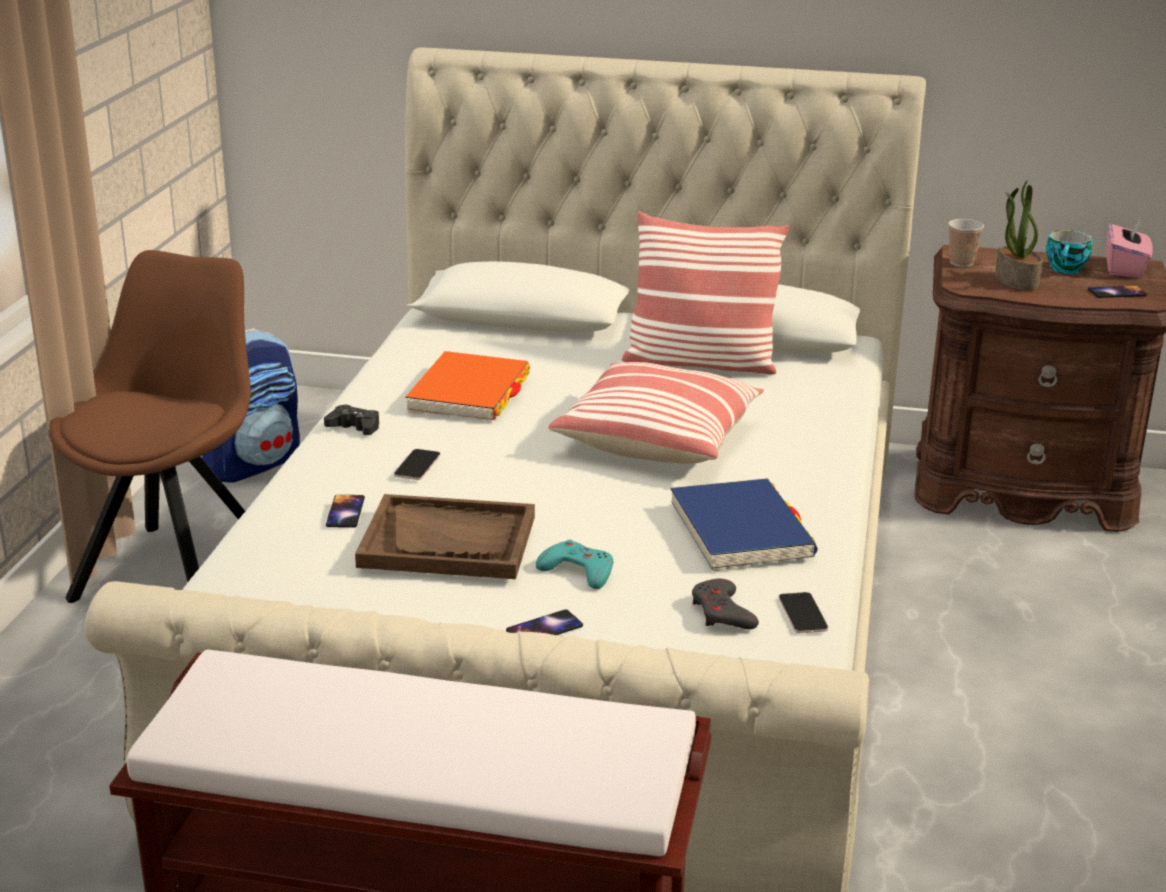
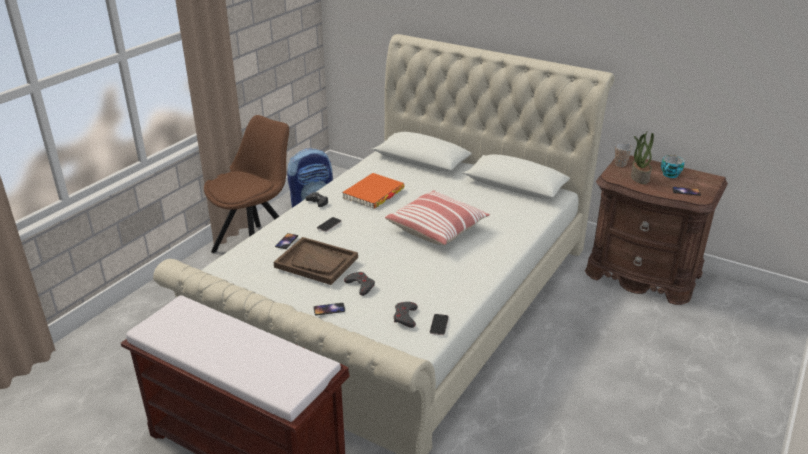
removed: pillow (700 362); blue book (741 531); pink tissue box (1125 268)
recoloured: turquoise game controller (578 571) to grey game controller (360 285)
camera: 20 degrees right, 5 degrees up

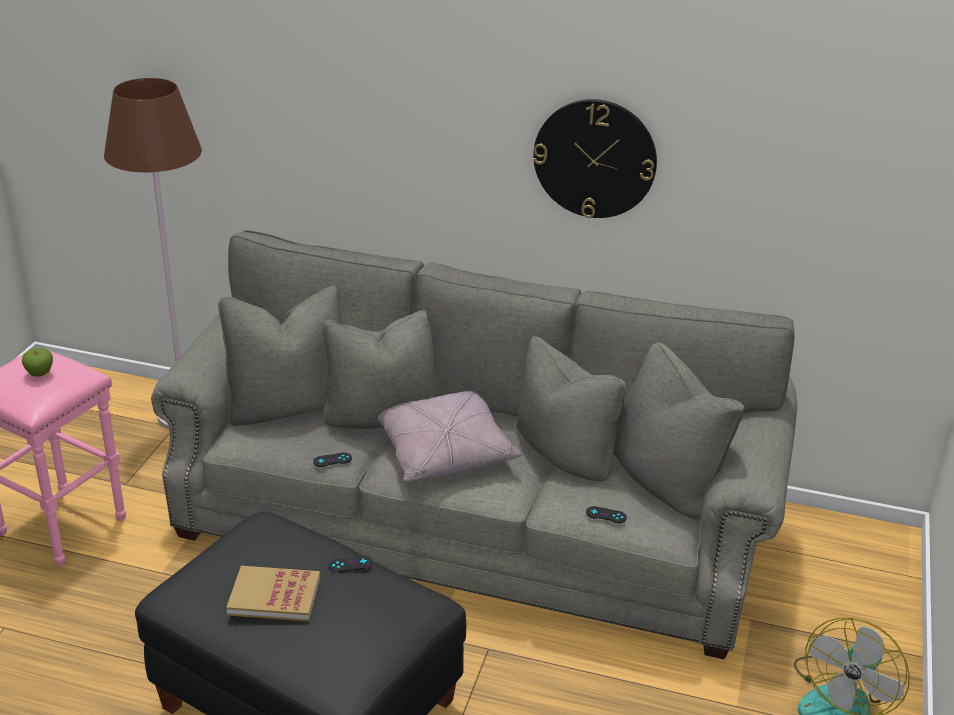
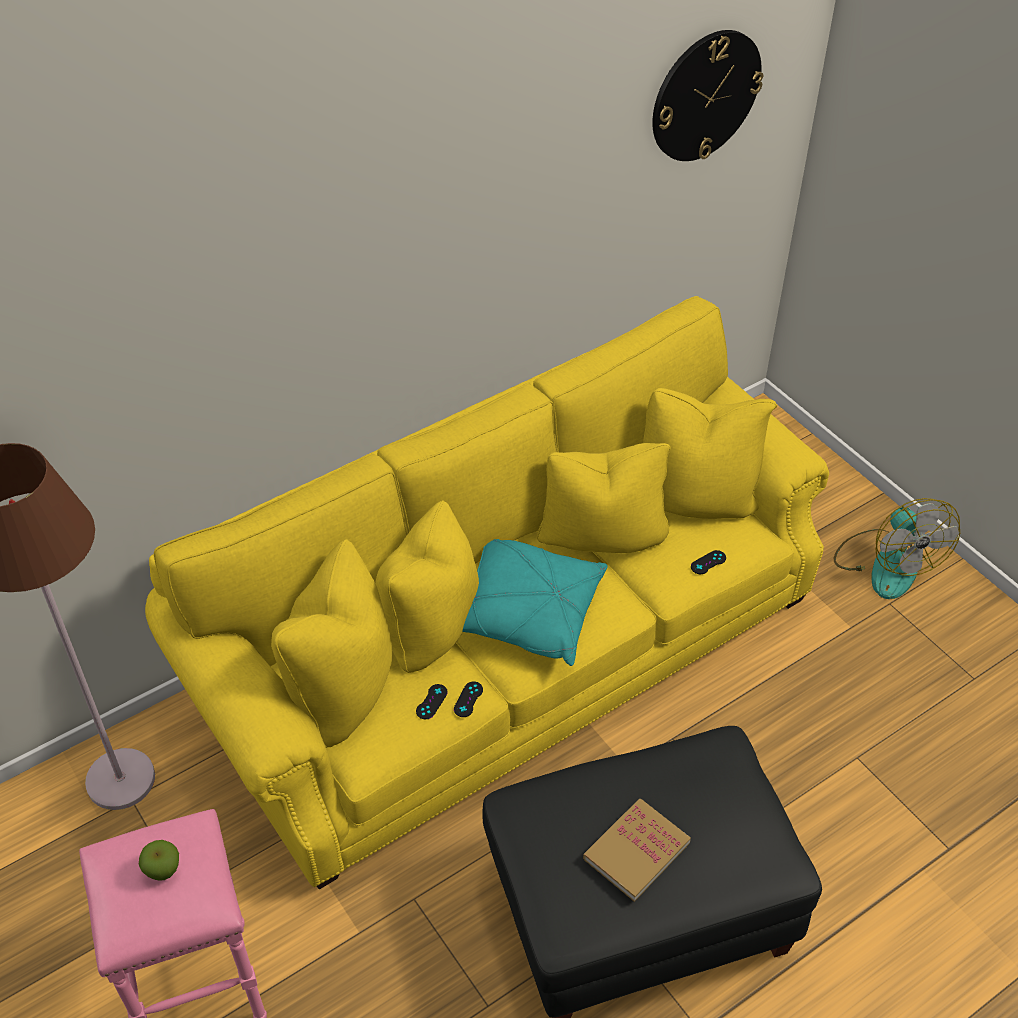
moved: black game controller (350 564) to (431 702); wall clock (595 158) to (705 96)
recoloured: grey sofa (473 520) to yellow sofa (508 648); purple pillow (443 451) to turquoise pillow (527 613)
camera: 50 degrees left, 15 degrees up

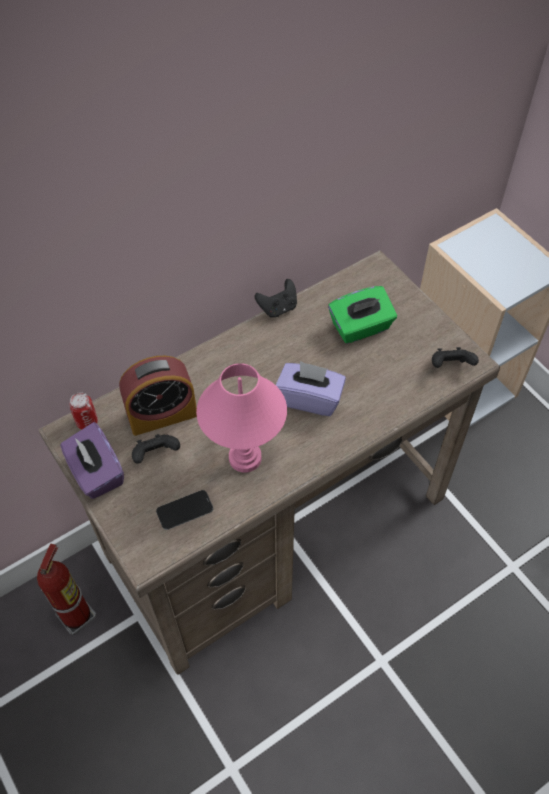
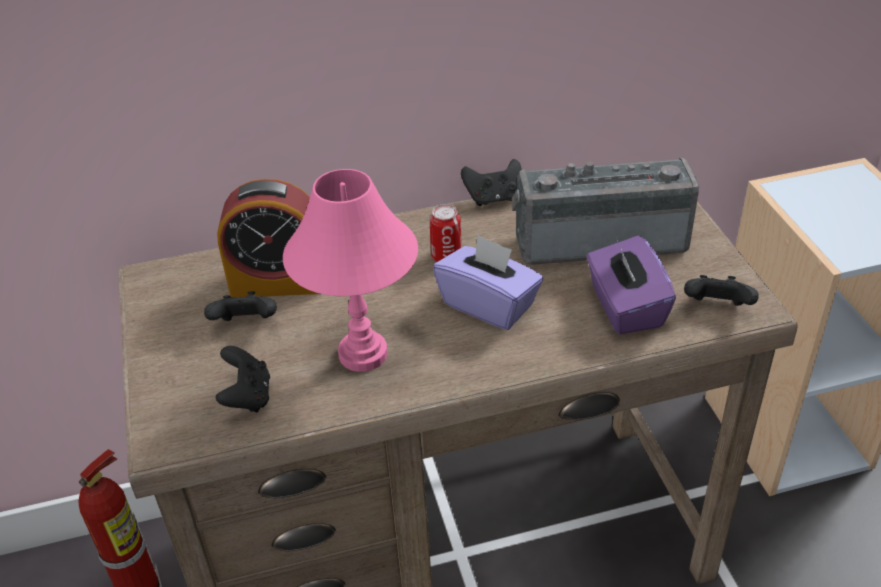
moved: purple tissue box (96 473) to (625 307); can (87 422) to (446 256)
replaced: phone (185 510) to black game controller (247 397); green tissue box (361 327) to radio (600 239)
camera: 20 degrees right, 15 degrees down

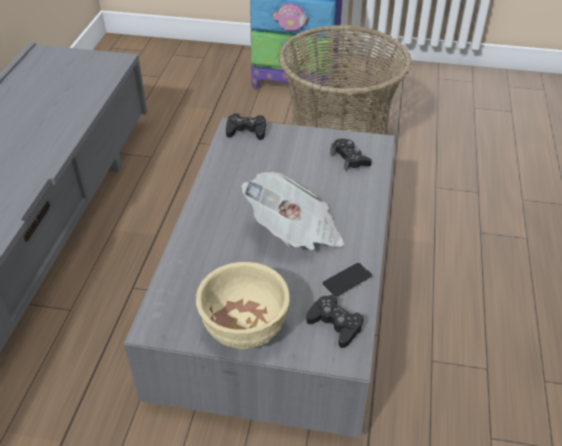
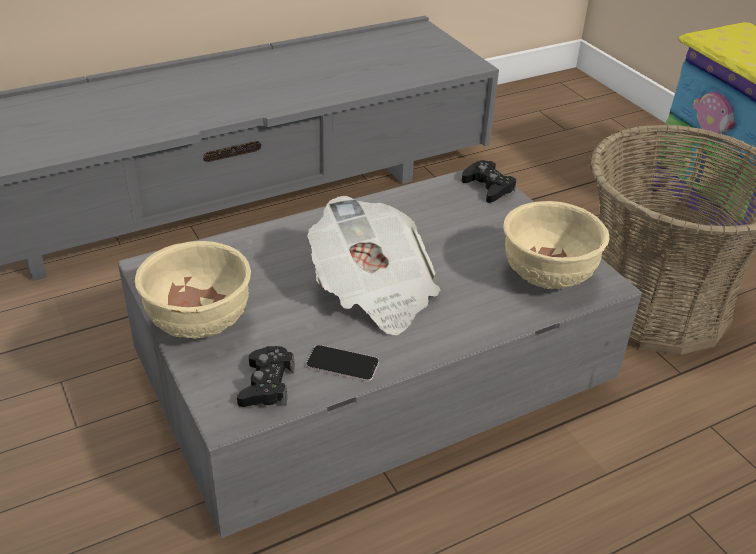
replaced: black game controller (350 159) to beige bowl (546 276)
camera: 50 degrees right, 5 degrees down

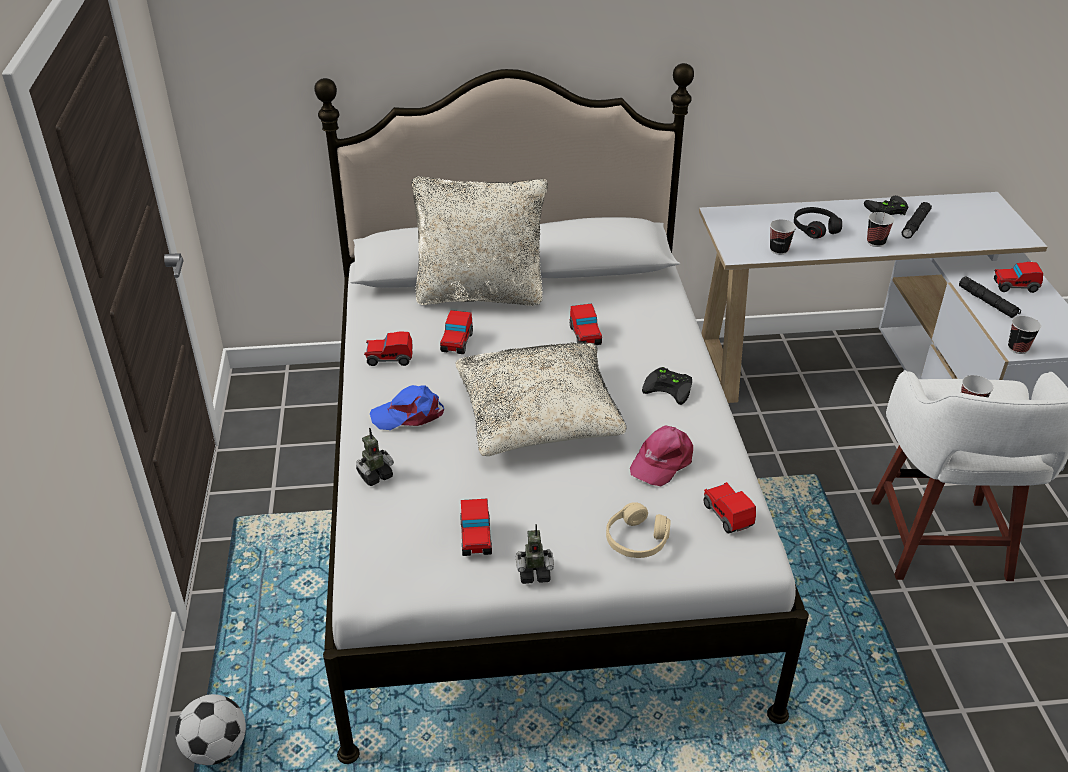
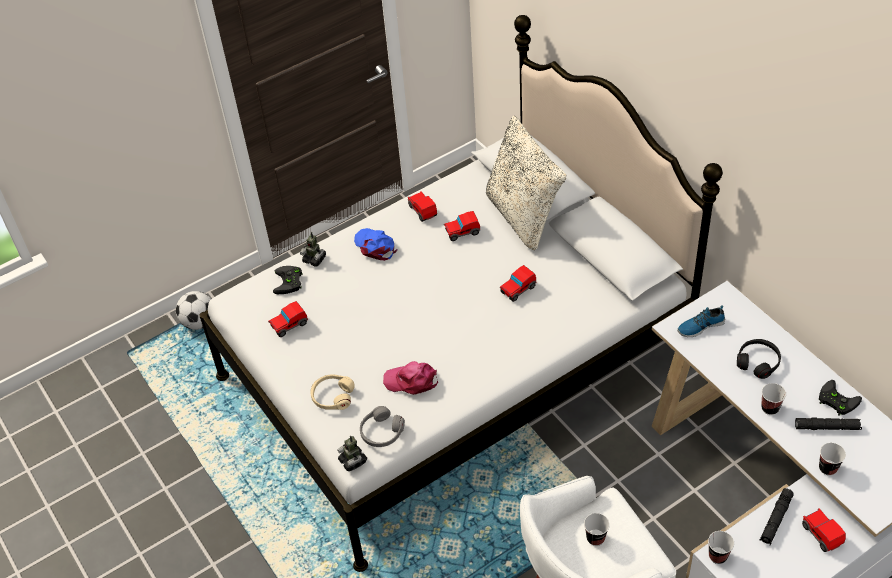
removed: beige pillow (540 414)
added: shoe (700 326)
moved: toy robot (534 573) to (353 461); black game controller (670 388) to (289 282); cup (779 250) to (827 468)
replaced: toy car (727 515) to grey headphones (381 432)
camera: 65 degrees right, 10 degrees up

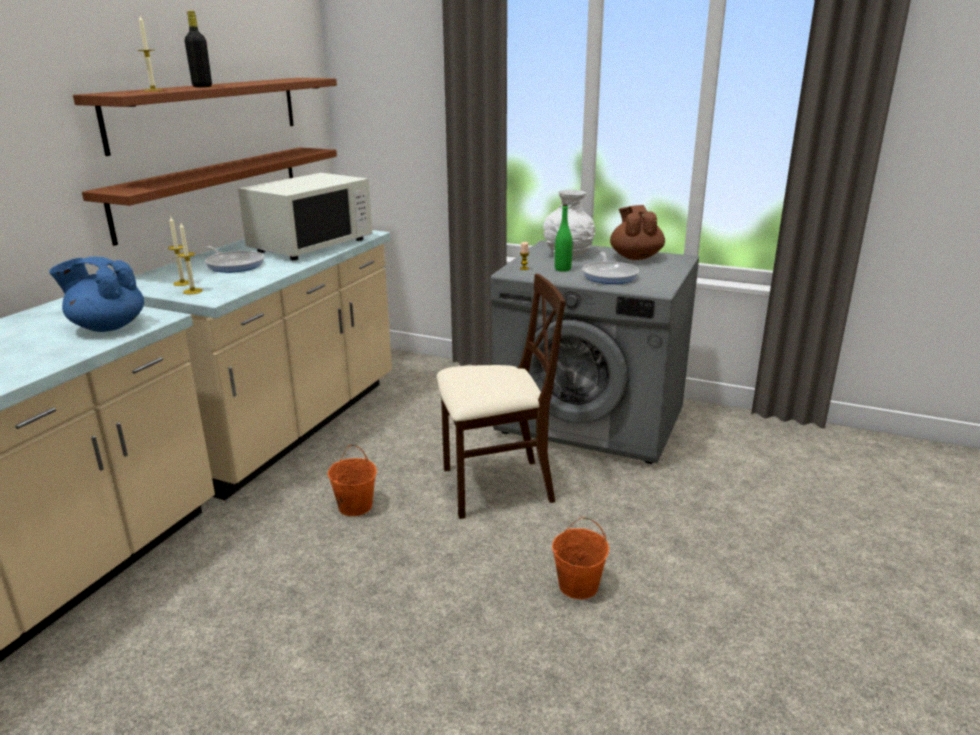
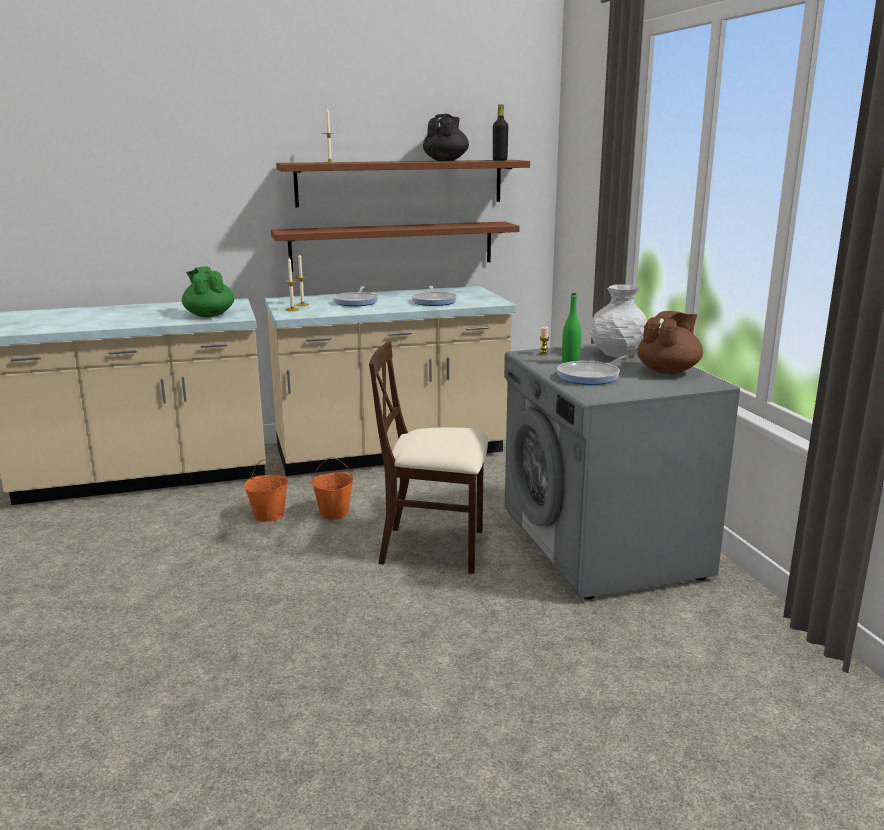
added: black teapot (446 160)
moved: black bottle (202 86) to (500 160); orange bucket (578 585) to (269 515)
replaced: white microwave (311 245) to frying pan (434 301)
recoloured: blue teapot (107 327) to green teapot (209 315)
turned: beige chair (495 486) = (434 548) 150 degrees clockwise
camera: 50 degrees right, 5 degrees down

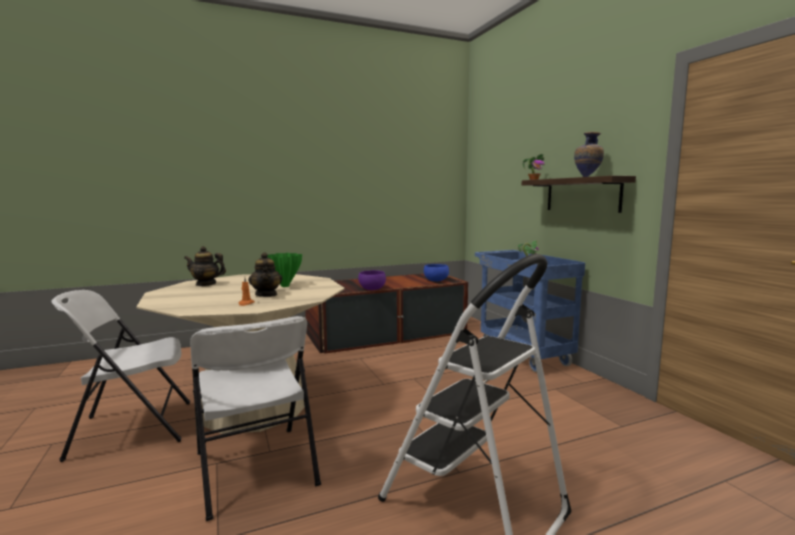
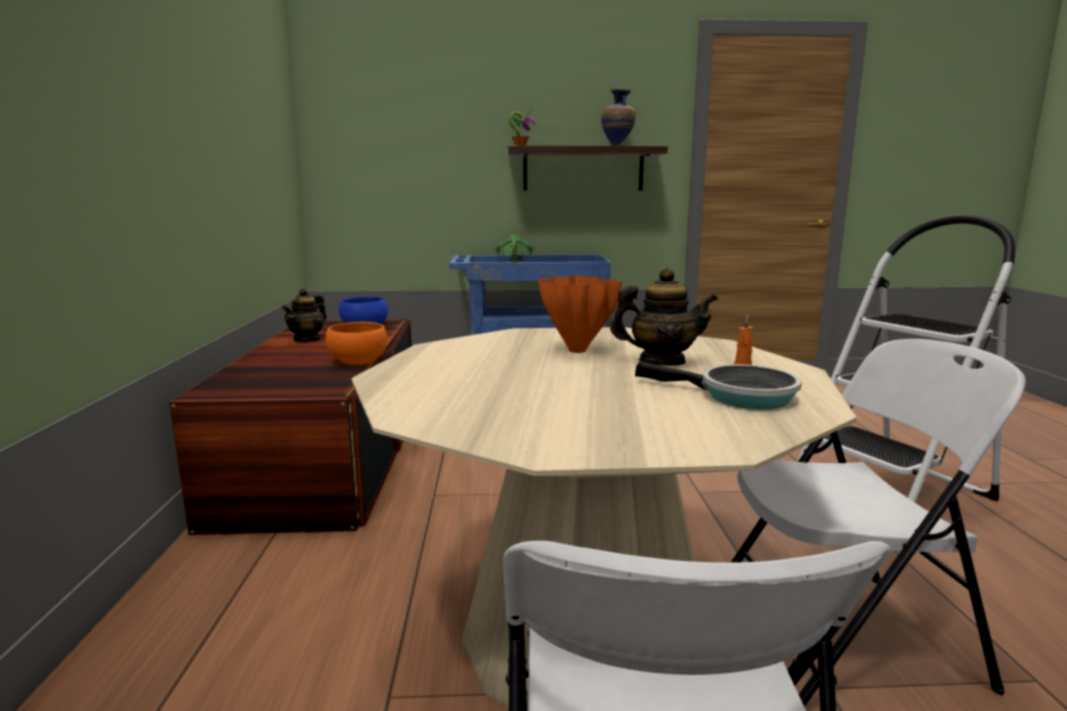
added: frying pan (739 396)
moved: teapot (206 284) to (307 339)
recoloured: green vase (285 286) to orange vase (575 350); purple bowl (372 288) to orange bowl (358 361)
camera: 70 degrees left, 5 degrees up

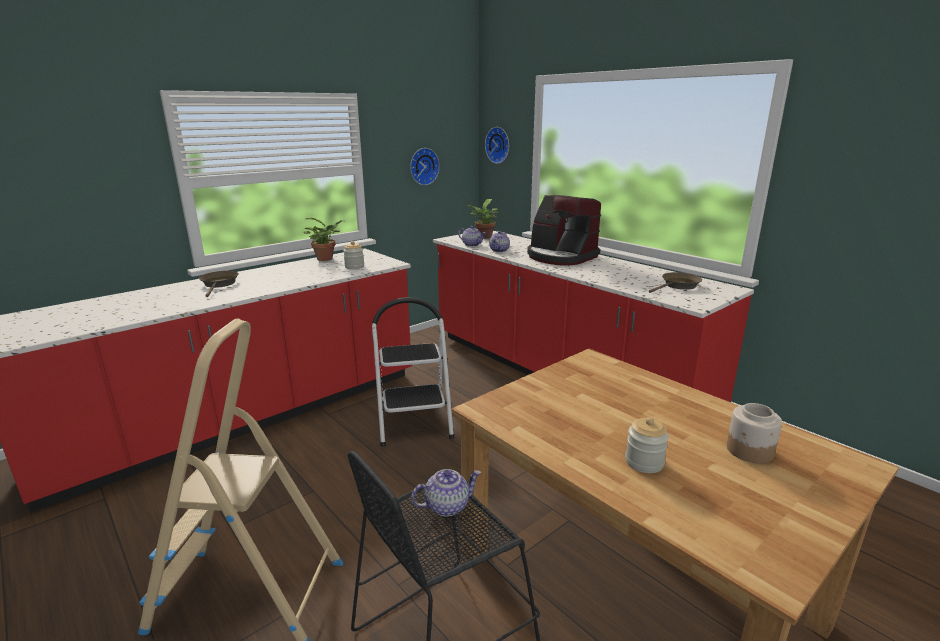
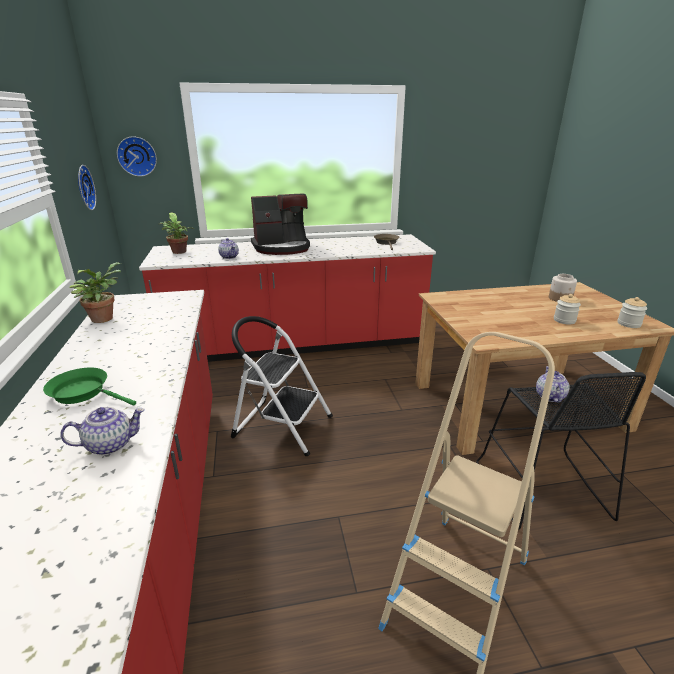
moved: jar (354 267) to (628 324); teapot (472 245) to (110 444)
recoloured: brown frying pan (219 284) to green frying pan (84 393)
camera: 60 degrees left, 5 degrees up

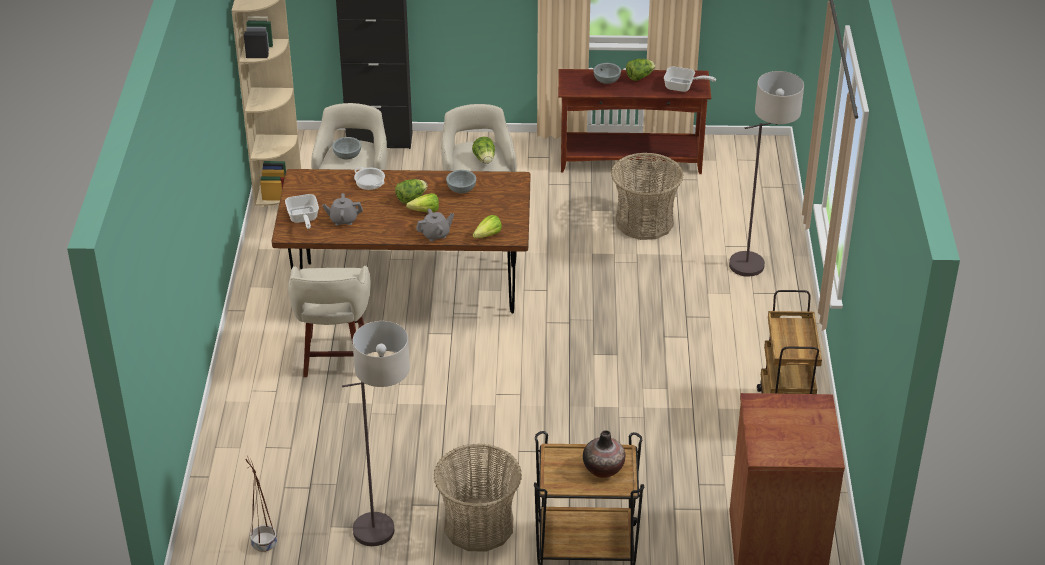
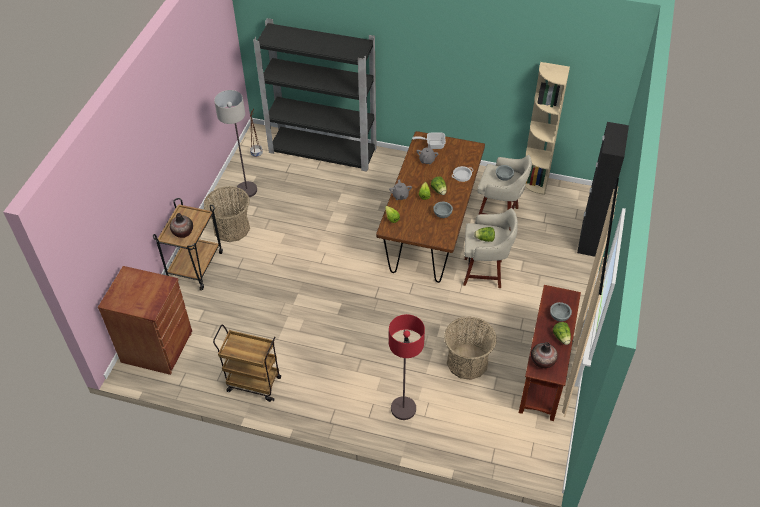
removed: beige stool (334 359)
added: black bookcase (322 150)
replaced: frying pan (683 87) to vase (542 361)
recoloured: grey floor lamp (756 263) to red floor lamp (404 415)
camera: 105 degrees right, 10 degrees up

